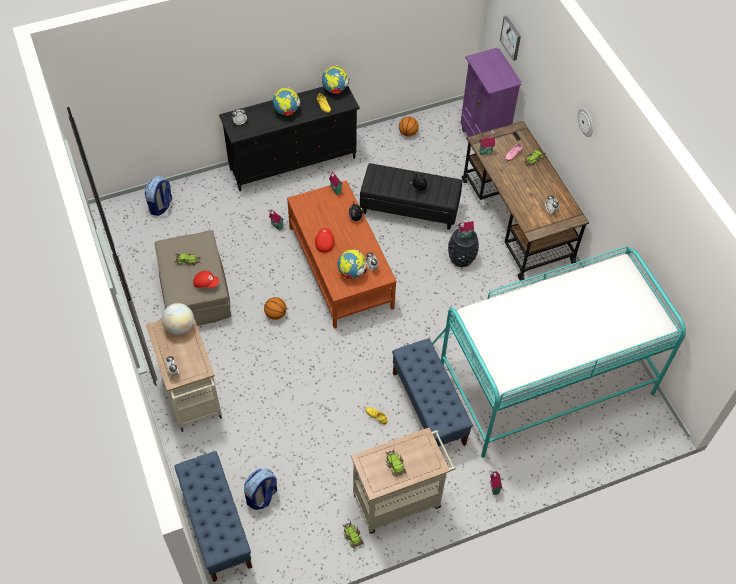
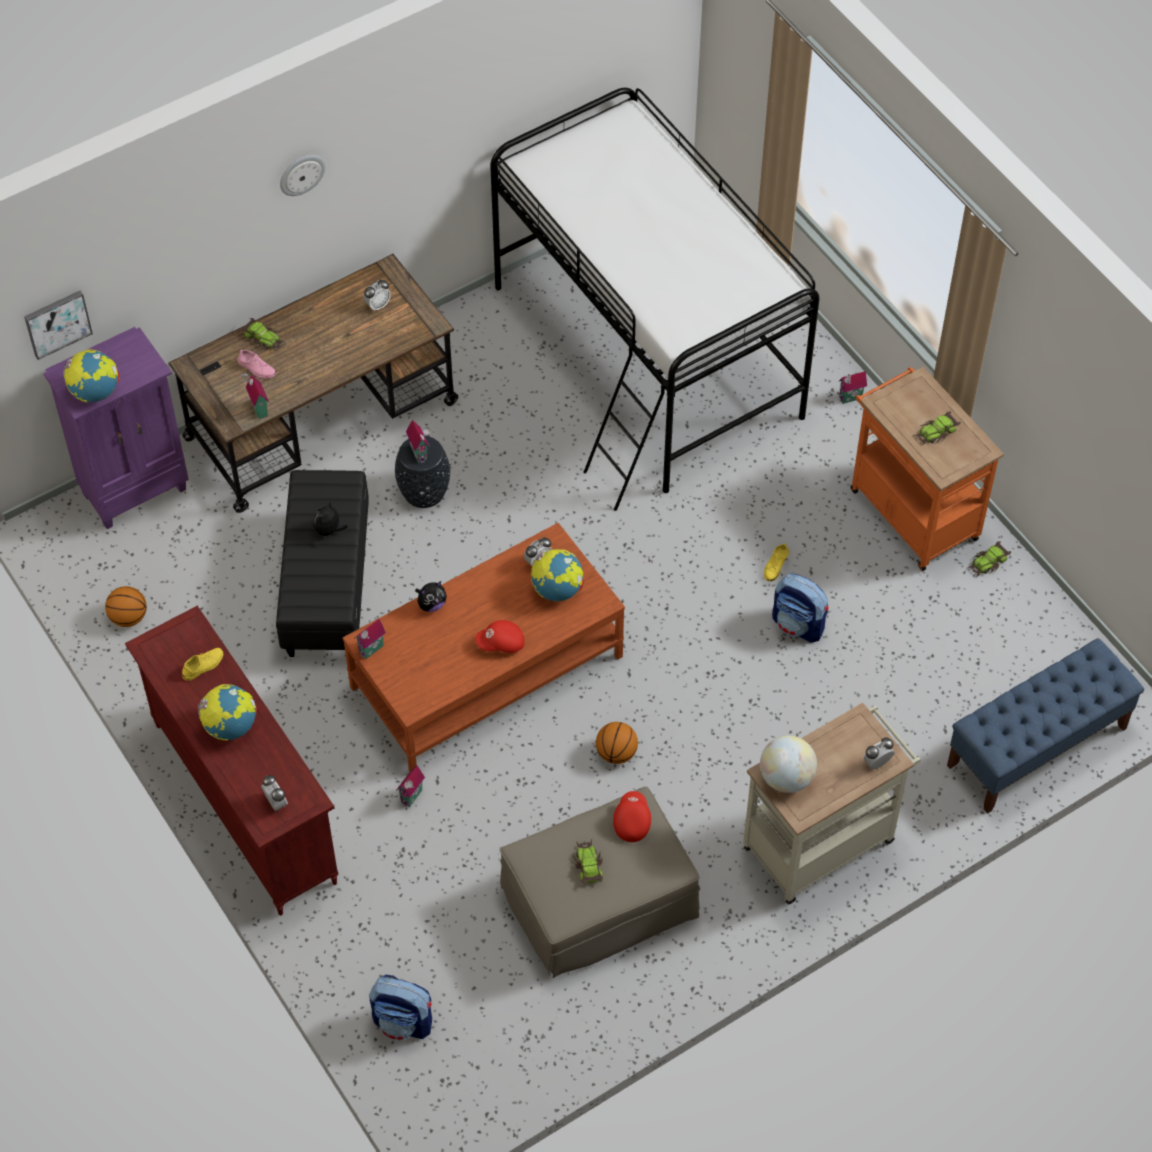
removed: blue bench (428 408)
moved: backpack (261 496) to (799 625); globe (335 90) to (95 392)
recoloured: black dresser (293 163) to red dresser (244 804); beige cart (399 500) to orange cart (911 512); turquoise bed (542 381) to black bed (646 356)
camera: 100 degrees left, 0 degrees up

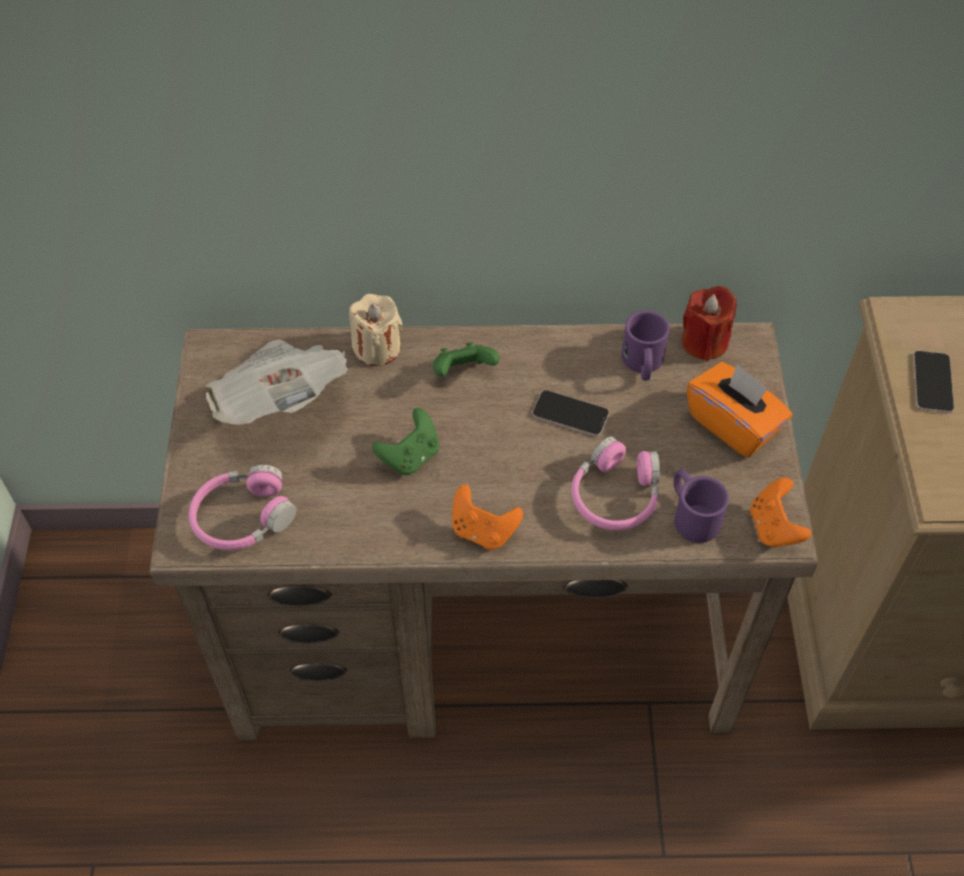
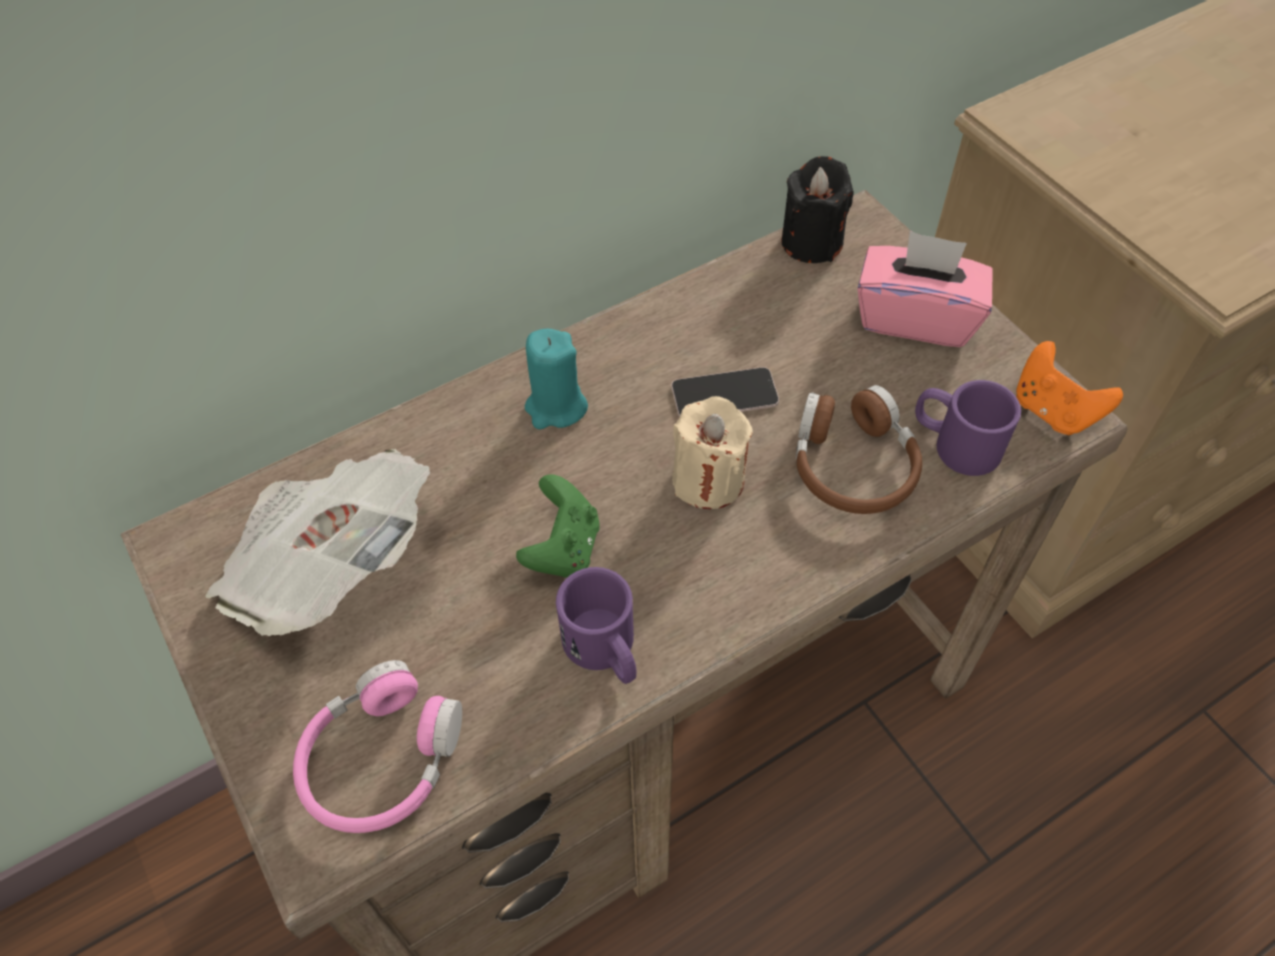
removed: orange game controller (483 531); phone (932 382)
moved: beige candle (377 348) to (708 480); purple mug (643 364) to (605 651)
replaced: green game controller (464 372) to turquoise candle (556 407)
recoloured: pink headphones (615 495) to brown headphones (852 465); red candle (704 342) to black candle (811 242); orange tissue box (733 424) to pink tissue box (915 317)
camera: 30 degrees left, 0 degrees up

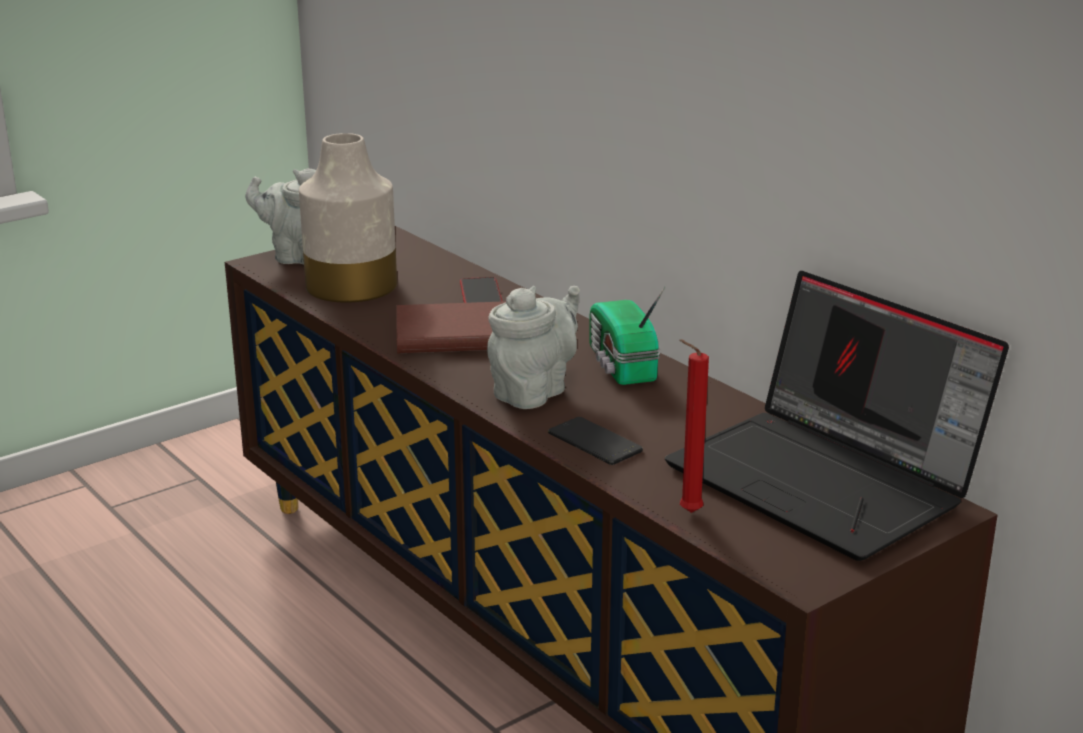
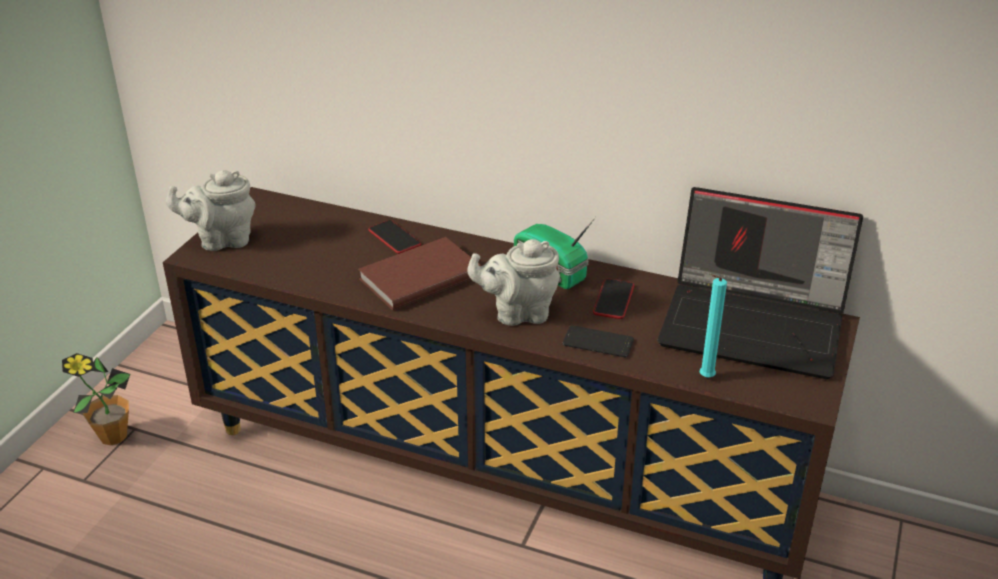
removed: beige vase (352 284)
added: potted plant (113 436); phone (613 300)
recoloured: red candle (687 512) to turquoise candle (704 378)
turned: grey teapot (534 391) = (518 313) 105 degrees counterclockwise
camera: 30 degrees left, 10 degrees up

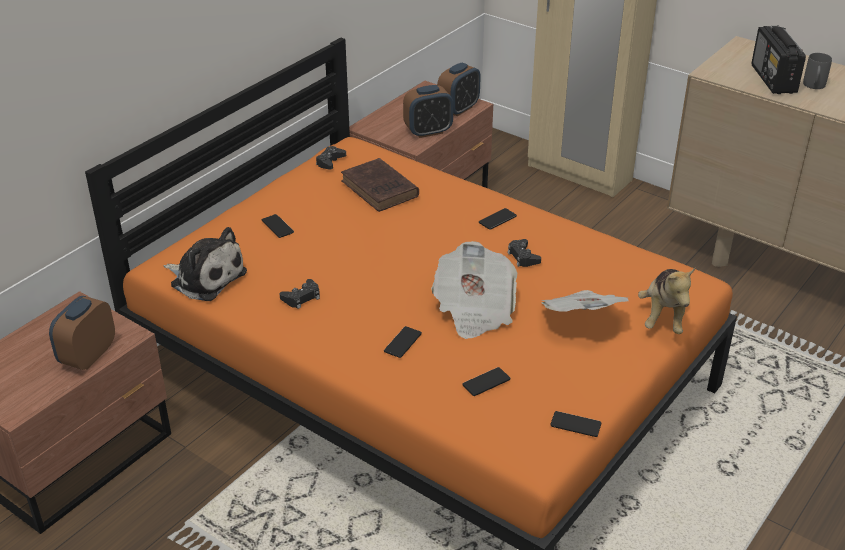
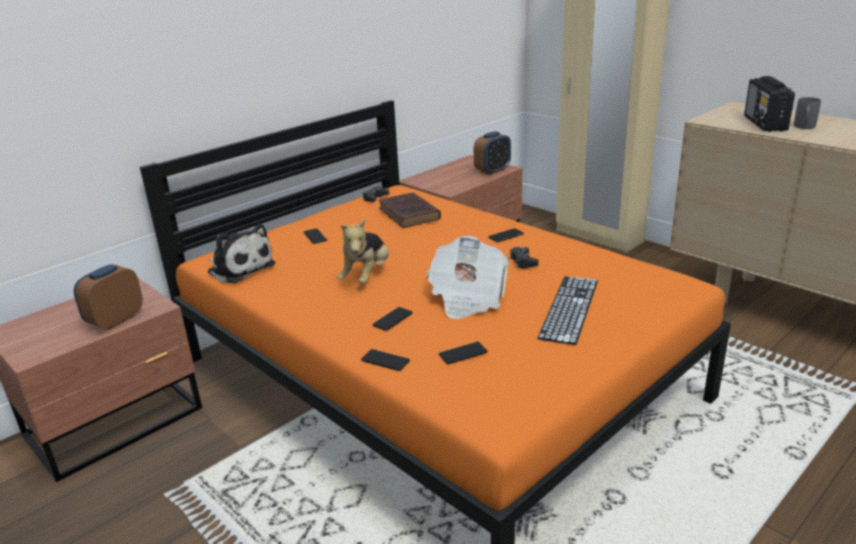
removed: black game controller (302 297); alarm clock (428 131)
moved: phone (575 424) to (385 361); plush toy (664 317) to (367 276)
replaced: newspaper (582 319) to keyboard (569 308)
camera: 10 degrees right, 10 degrees down

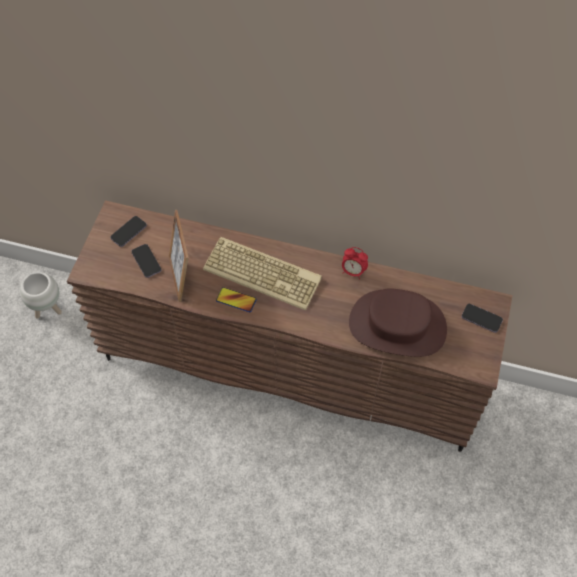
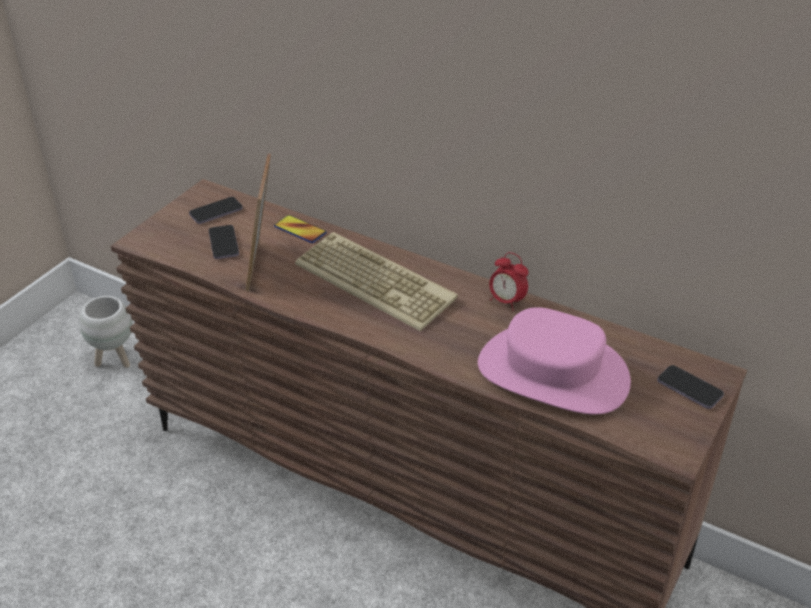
moved: phone (236 300) to (300 230)
recoloured: brown hat (397 326) to pink hat (552 373)
camera: 15 degrees right, 20 degrees down

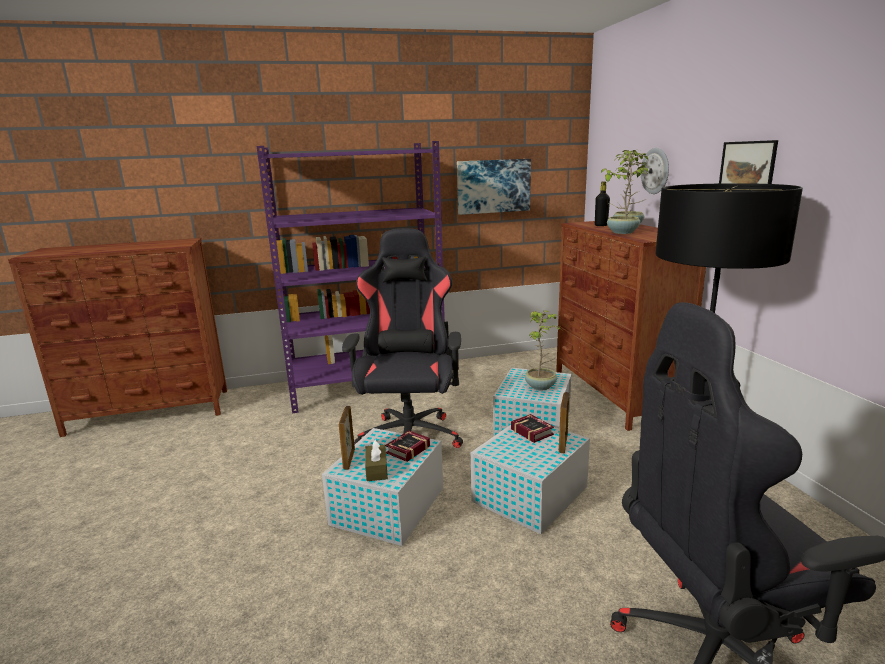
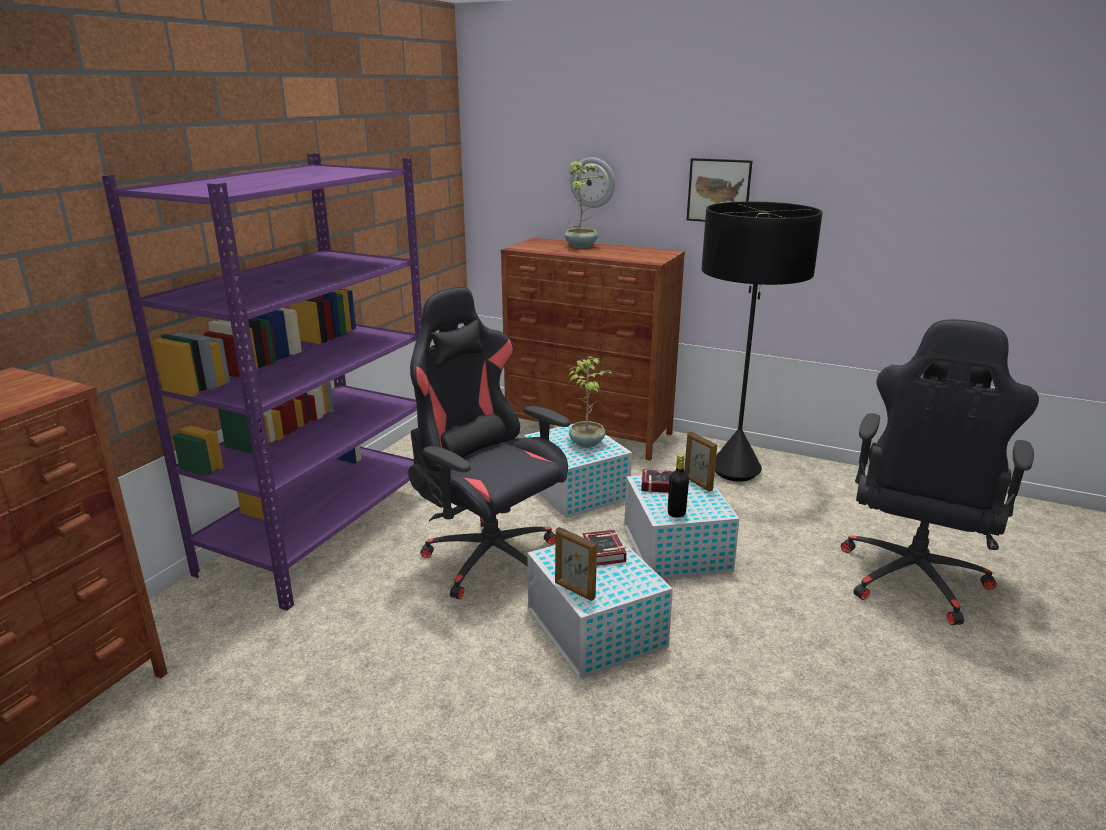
removed: brown tissue box (376 469); picture (493 186); potted plant (621 232)
moved: black bottle (601 225) to (676 513)
camera: 50 degrees left, 5 degrees up

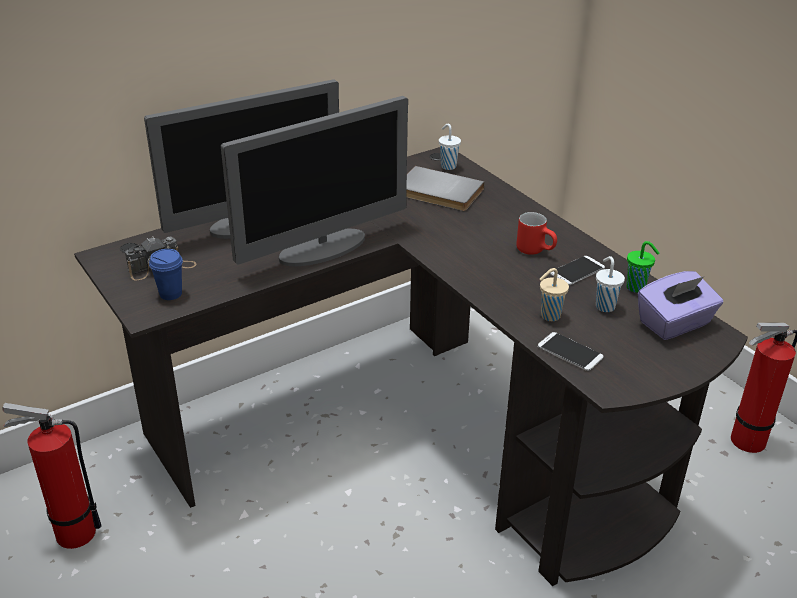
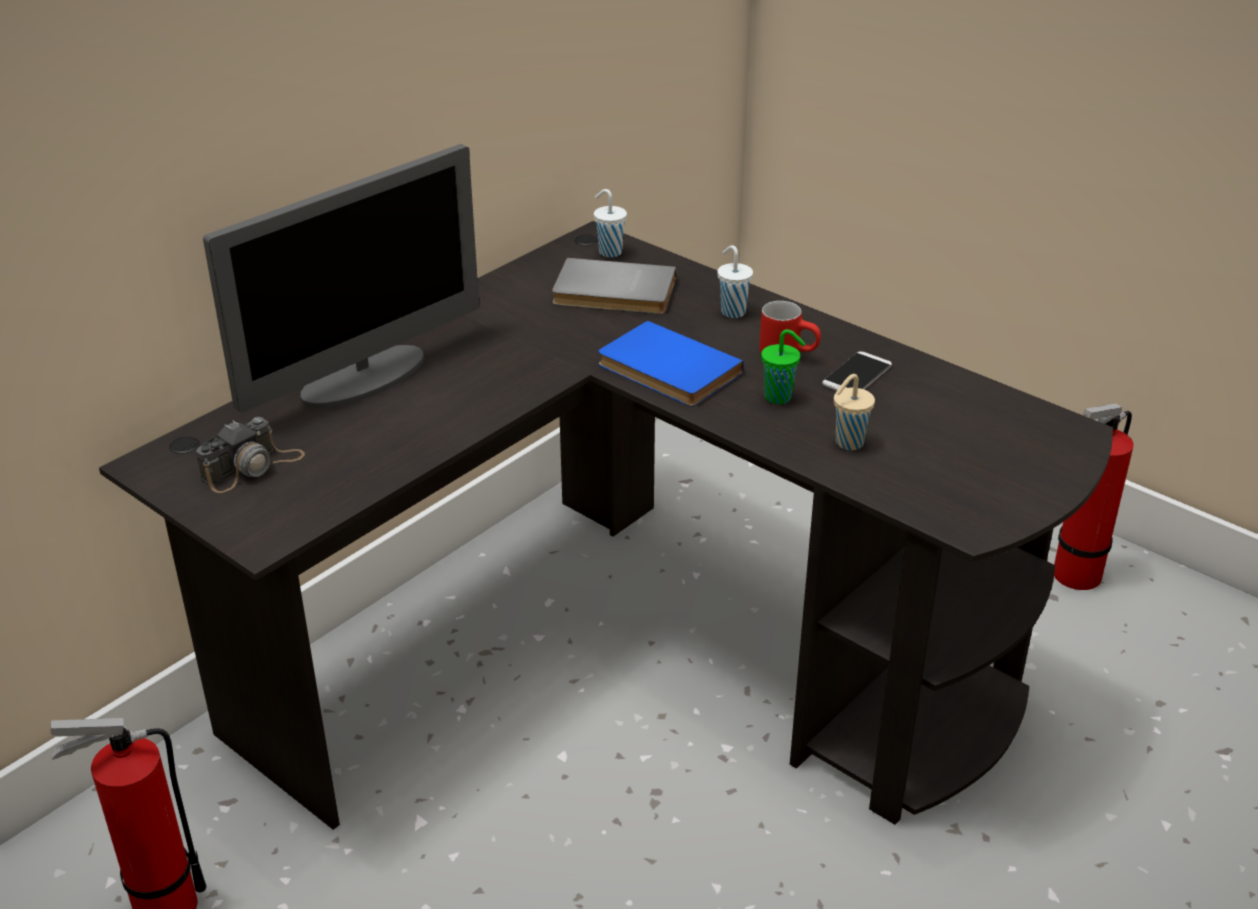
removed: blue cup (170 294); monitor (323 248); phone (570 352); purple tissue box (675 324)
added: blue book (666 370)
moved: white cup (604 306) to (732 311); green cup (637 288) to (779 397)
camera: 15 degrees left, 0 degrees up

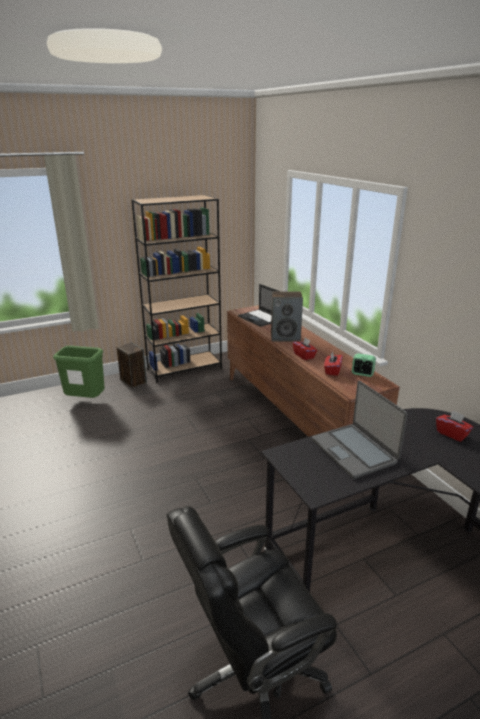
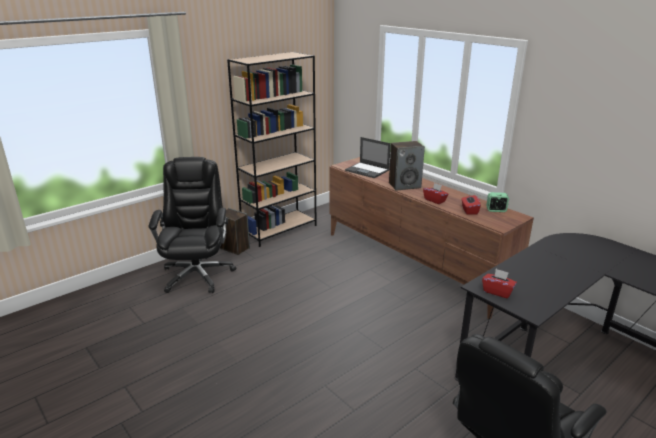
removed: laptop (354 451)
moved: red tissue box (452 434) to (497 291)
replaced: green trash can (86 401) to black office chair (197 274)
camera: 15 degrees left, 0 degrees up

